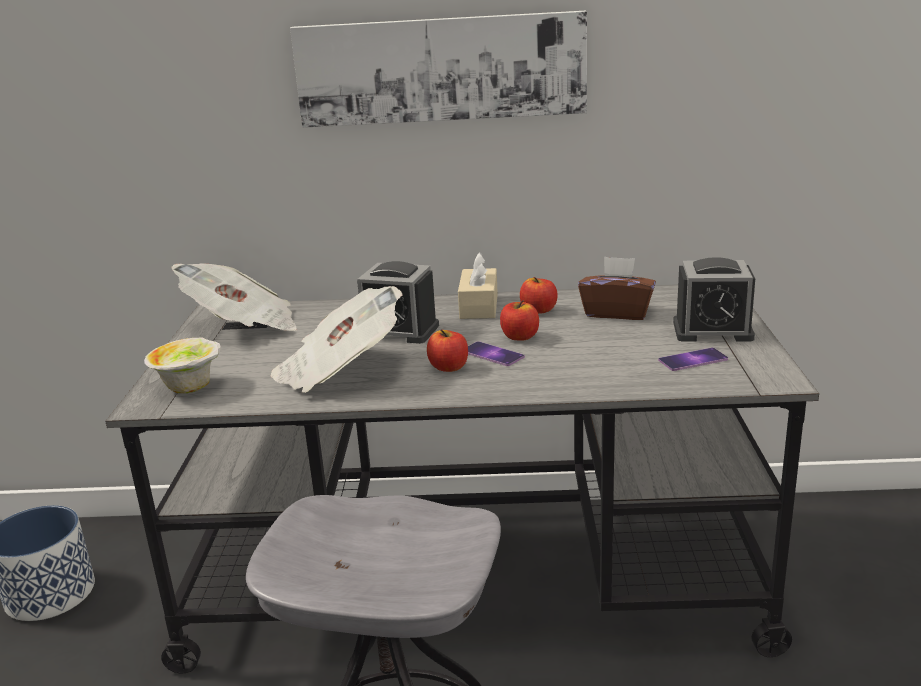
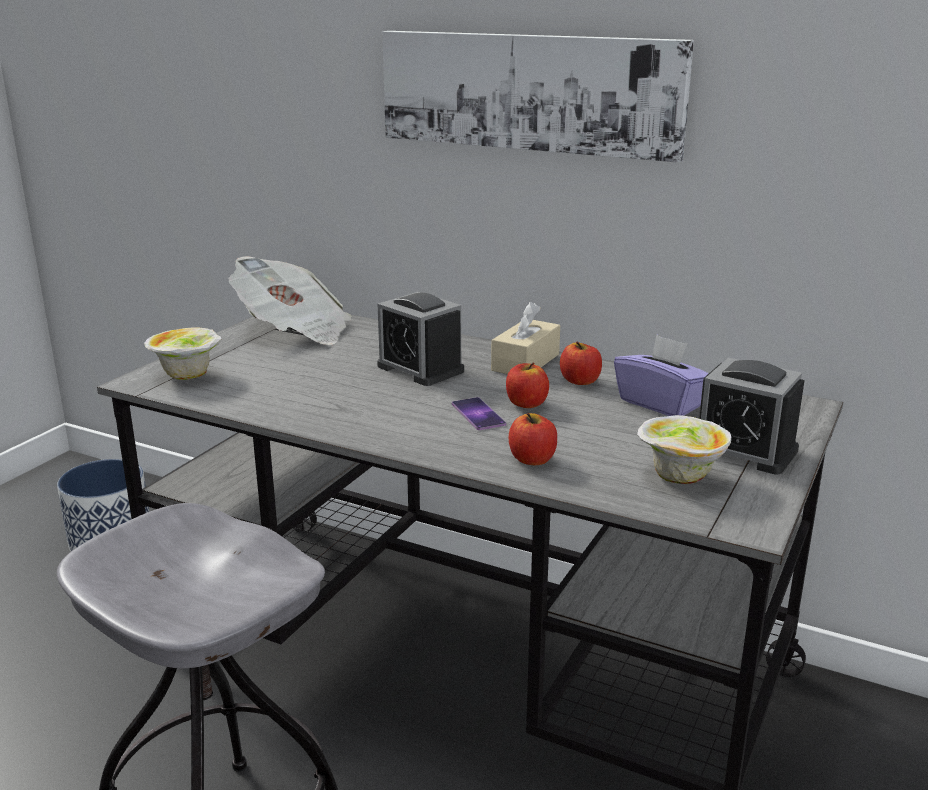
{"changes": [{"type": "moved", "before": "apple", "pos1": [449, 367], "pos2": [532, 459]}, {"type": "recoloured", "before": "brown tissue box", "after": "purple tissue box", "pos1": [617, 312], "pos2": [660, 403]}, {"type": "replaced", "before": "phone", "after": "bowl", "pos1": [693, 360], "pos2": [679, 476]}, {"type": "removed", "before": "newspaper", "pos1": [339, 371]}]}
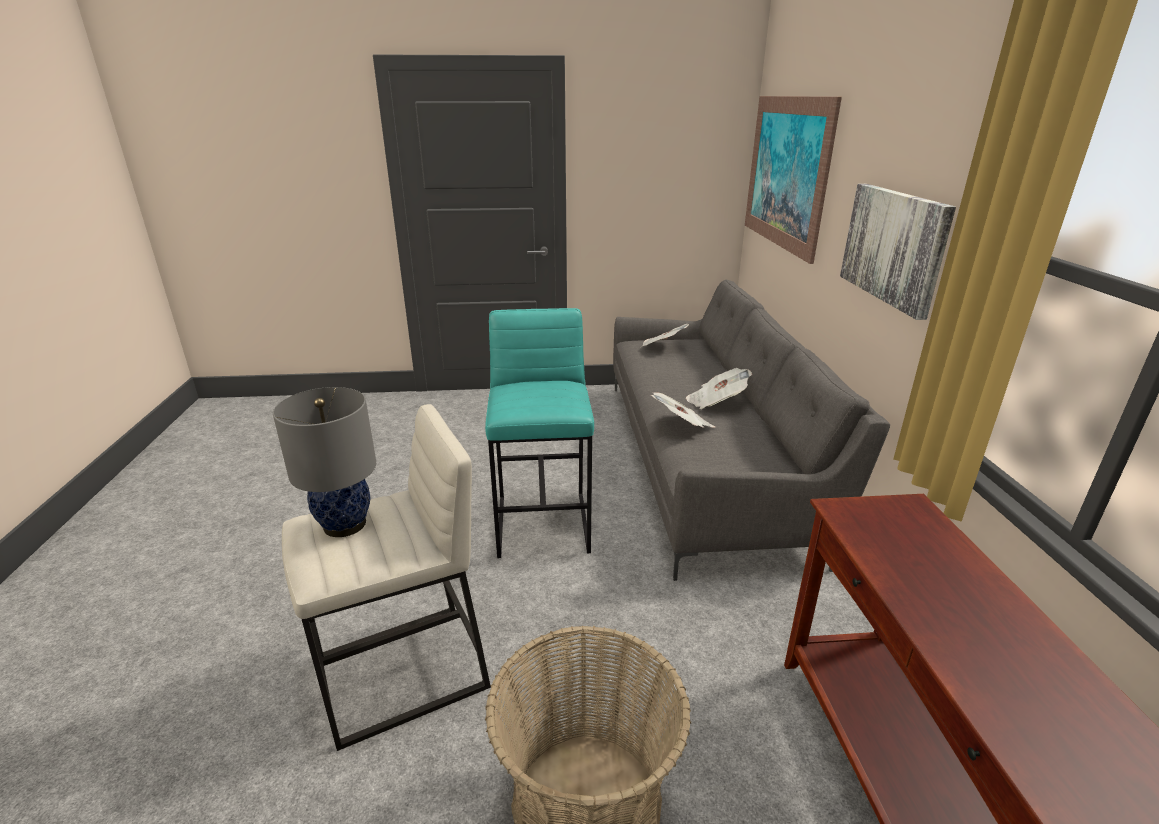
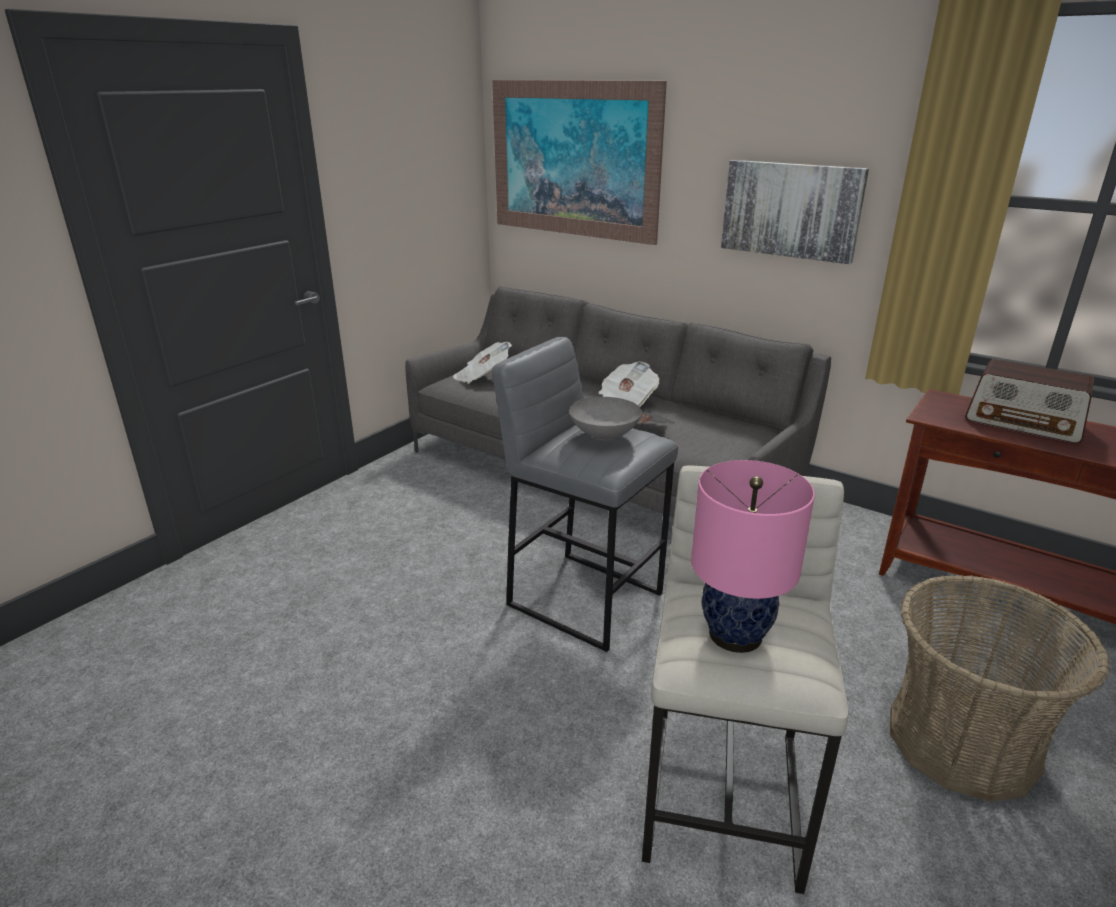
{"changes": [{"type": "recoloured", "before": "turquoise stool", "after": "grey stool", "pos1": [542, 522], "pos2": [583, 598]}, {"type": "added", "after": "grey bowl", "pos2": [605, 436]}, {"type": "recoloured", "before": "grey table lamp", "after": "pink table lamp", "pos1": [345, 524], "pos2": [735, 634]}, {"type": "added", "after": "radio", "pos2": [1024, 423]}]}
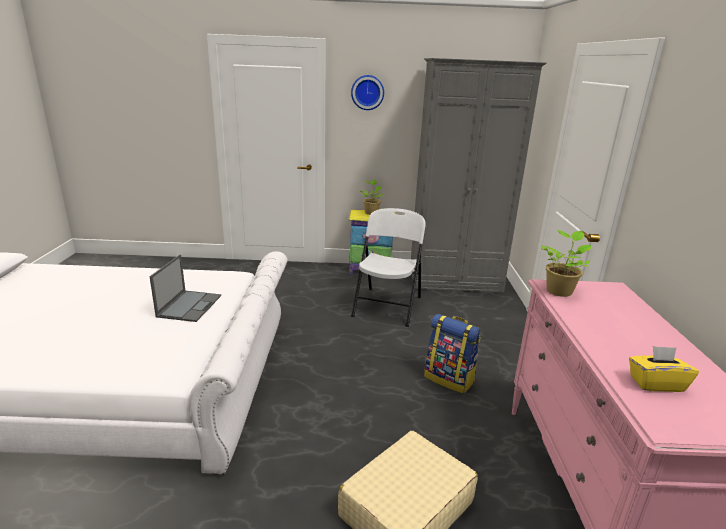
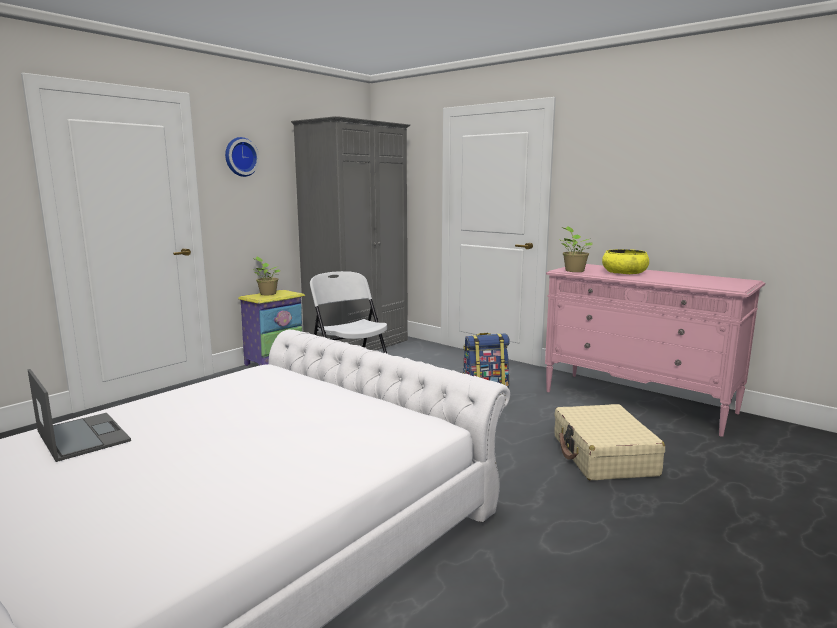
{"changes": [{"type": "moved", "before": "laptop", "pos1": [189, 305], "pos2": [82, 436]}, {"type": "added", "after": "yellow bowl", "pos2": [624, 272]}, {"type": "removed", "before": "yellow tissue box", "pos1": [656, 383]}]}
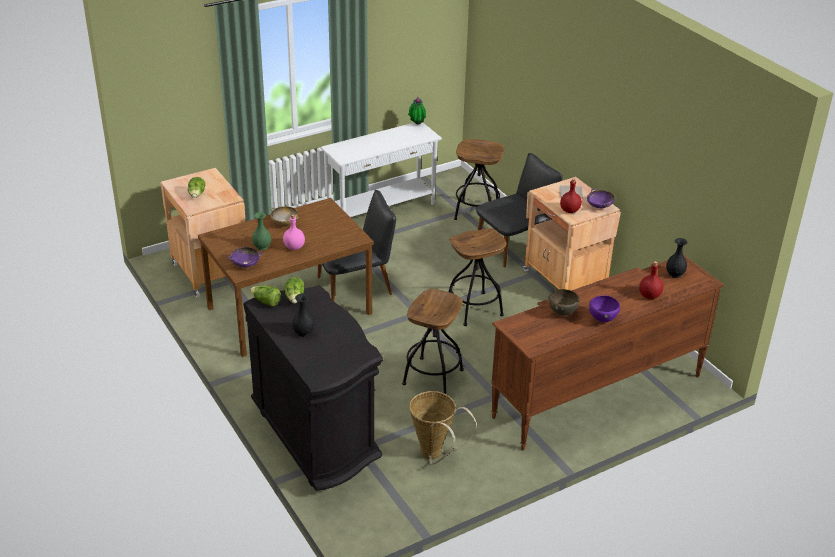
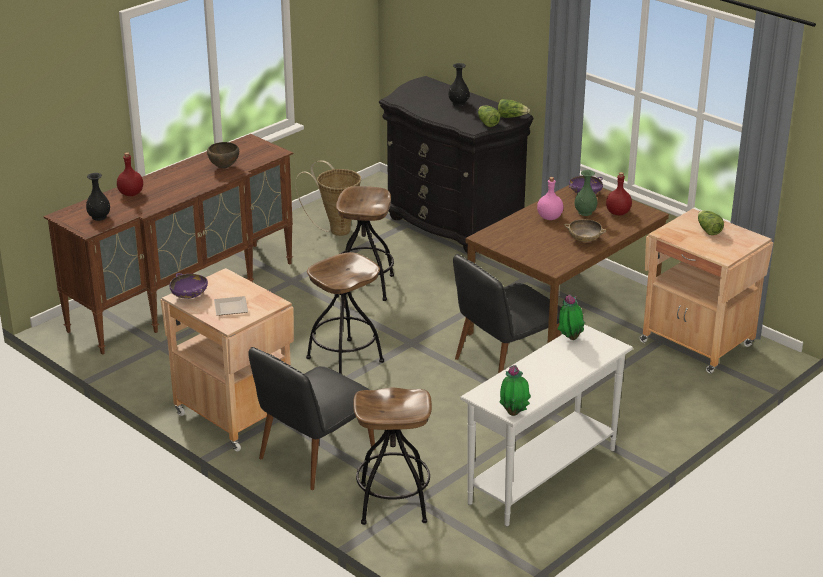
{"changes": [{"type": "added", "after": "potted plant", "pos2": [570, 338]}, {"type": "moved", "before": "red bottle", "pos1": [570, 210], "pos2": [617, 213]}, {"type": "removed", "before": "purple bowl", "pos1": [602, 320]}]}
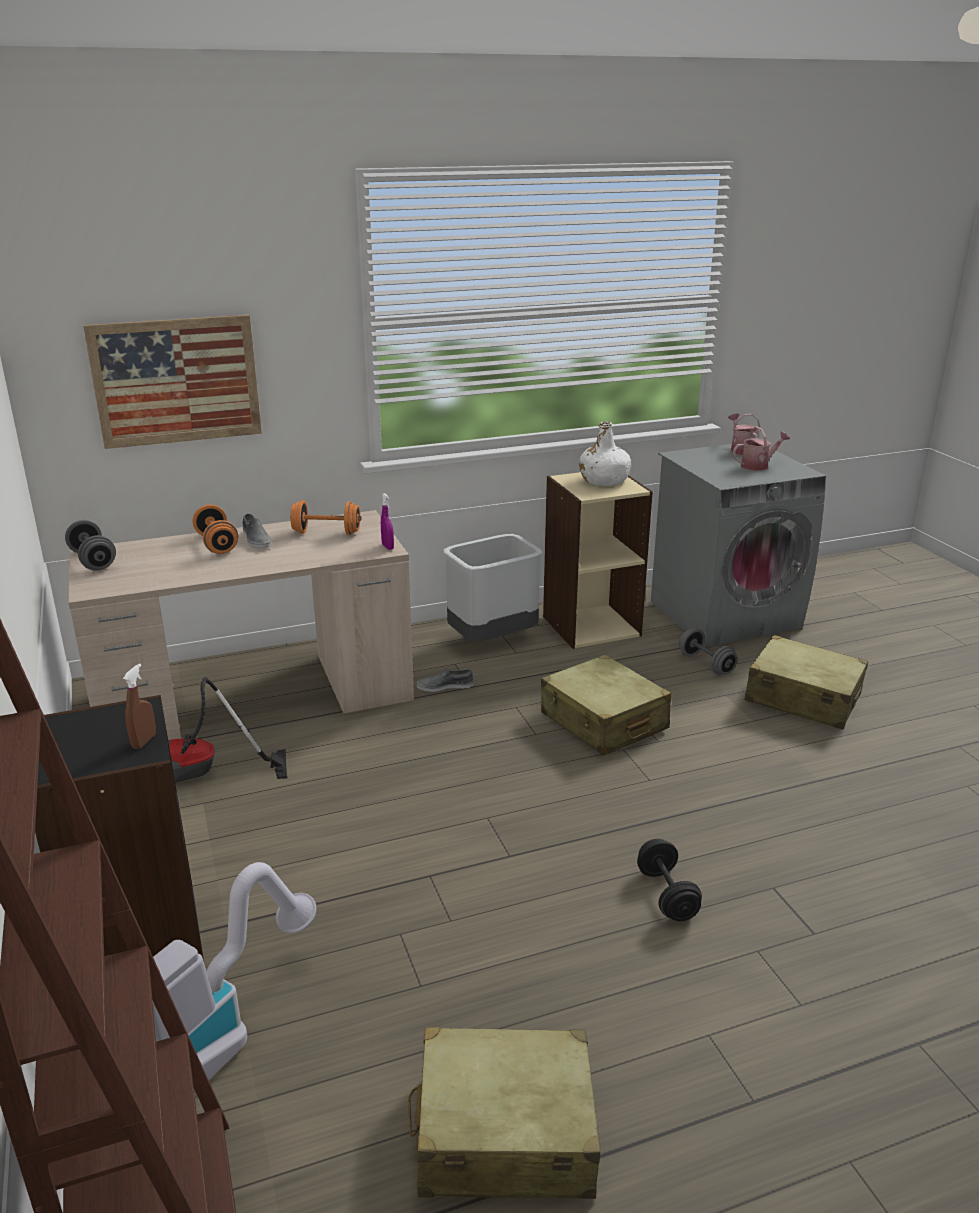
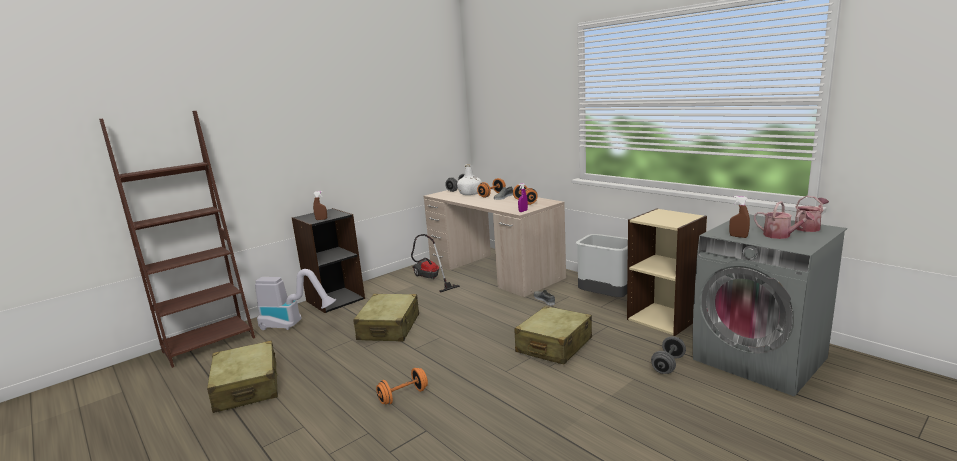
{"changes": [{"type": "moved", "before": "beige suitcase", "pos1": [802, 698], "pos2": [389, 327]}, {"type": "recoloured", "before": "black dumbbell", "after": "orange dumbbell", "pos1": [667, 895], "pos2": [403, 396]}, {"type": "moved", "before": "white bottle", "pos1": [604, 481], "pos2": [470, 193]}, {"type": "added", "after": "brown spray bottle", "pos2": [738, 236]}, {"type": "removed", "before": "picture", "pos1": [176, 381]}]}
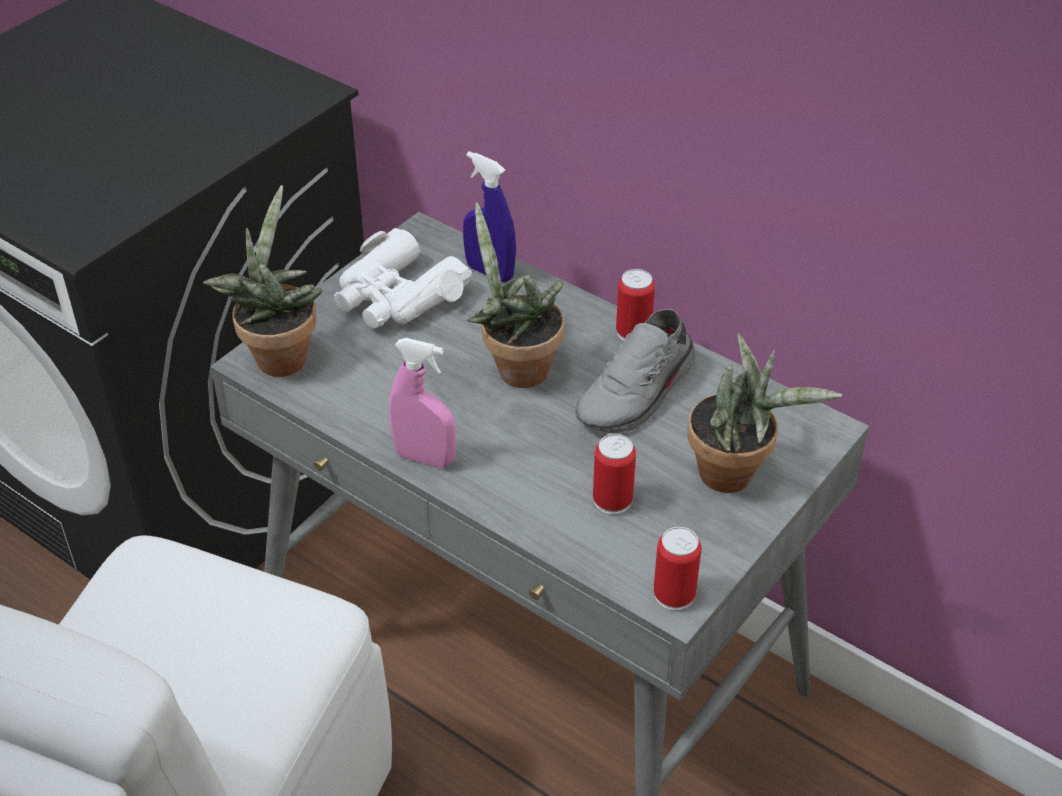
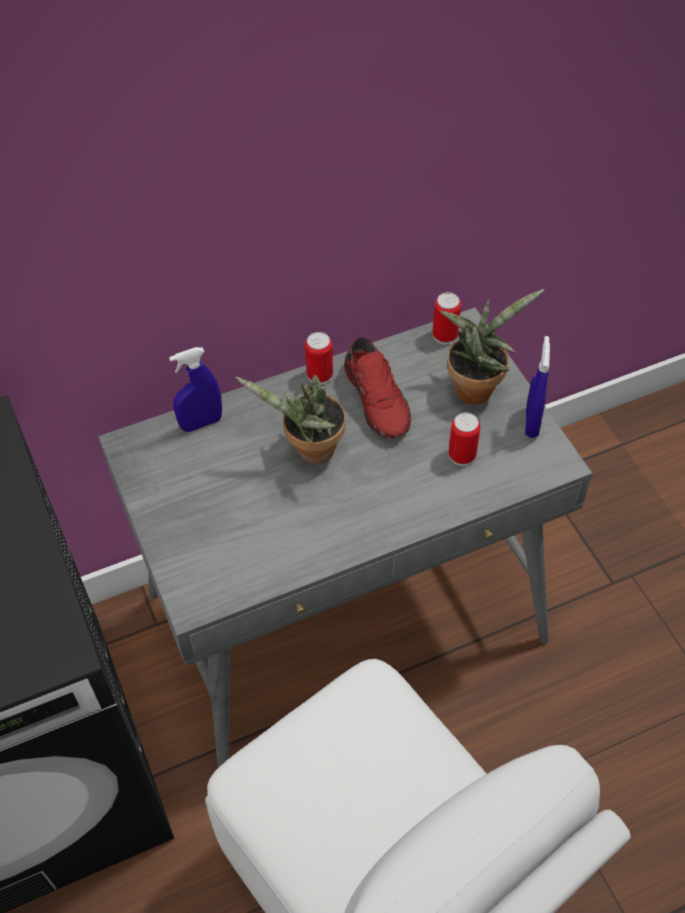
{"changes": [{"type": "recoloured", "before": "grey shoe", "after": "red shoe", "pos1": [639, 394], "pos2": [378, 399]}, {"type": "moved", "before": "can", "pos1": [674, 595], "pos2": [445, 335]}, {"type": "added", "after": "blue spray bottle", "pos2": [531, 423]}, {"type": "removed", "before": "potted plant", "pos1": [279, 355]}, {"type": "removed", "before": "white binoculars", "pos1": [397, 296]}, {"type": "removed", "before": "pink spray bottle", "pos1": [425, 458]}]}
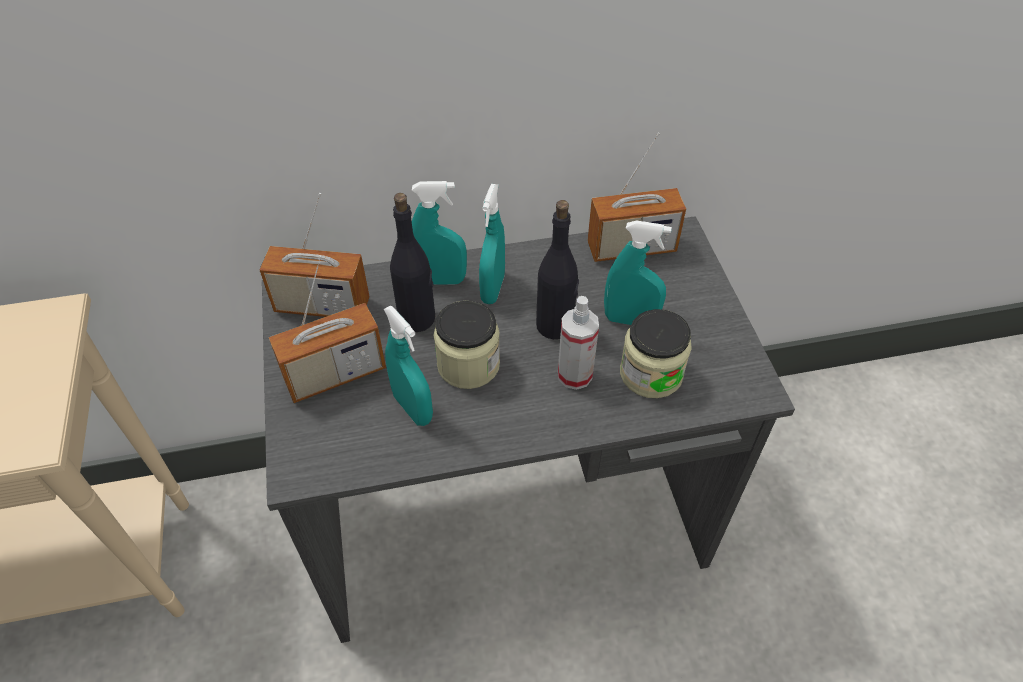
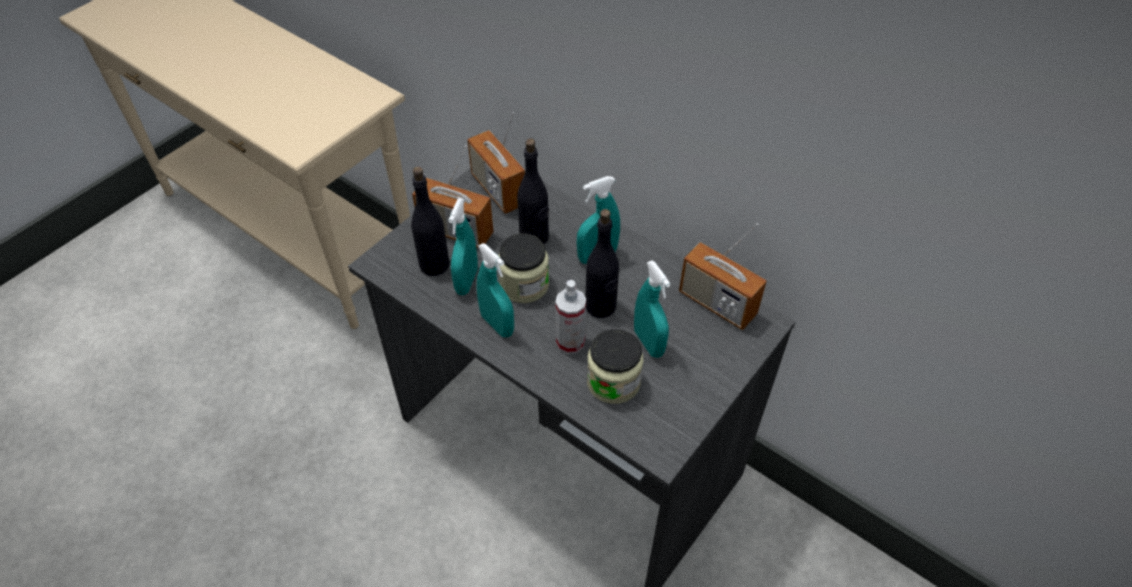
{"changes": [{"type": "added", "after": "black bottle", "pos2": [434, 264]}, {"type": "moved", "before": "turquoise spray bottle", "pos1": [440, 280], "pos2": [497, 324]}]}
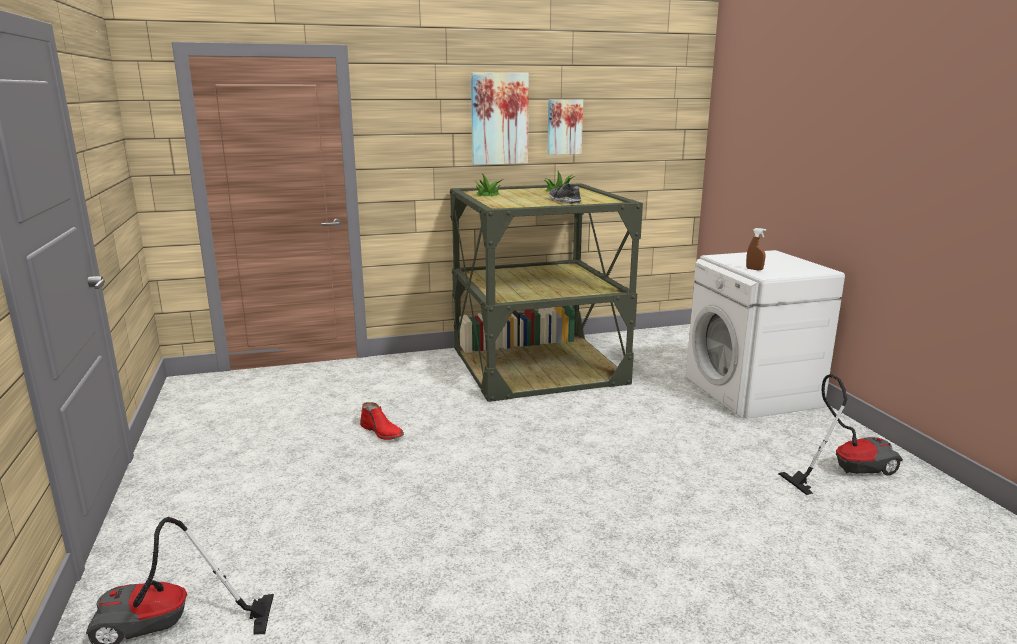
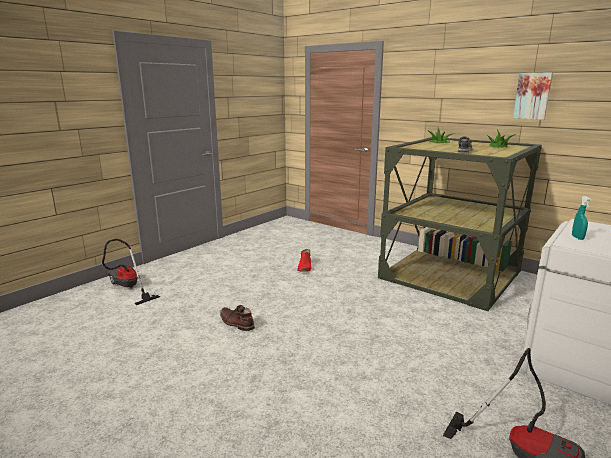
{"changes": [{"type": "added", "after": "brown boot", "pos2": [236, 323]}, {"type": "recoloured", "before": "brown spray bottle", "after": "turquoise spray bottle", "pos1": [754, 269], "pos2": [577, 238]}, {"type": "removed", "before": "picture", "pos1": [499, 119]}]}
